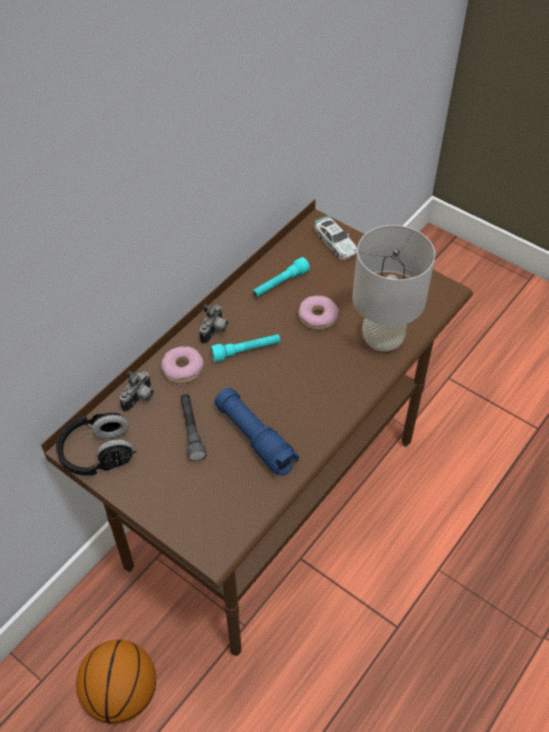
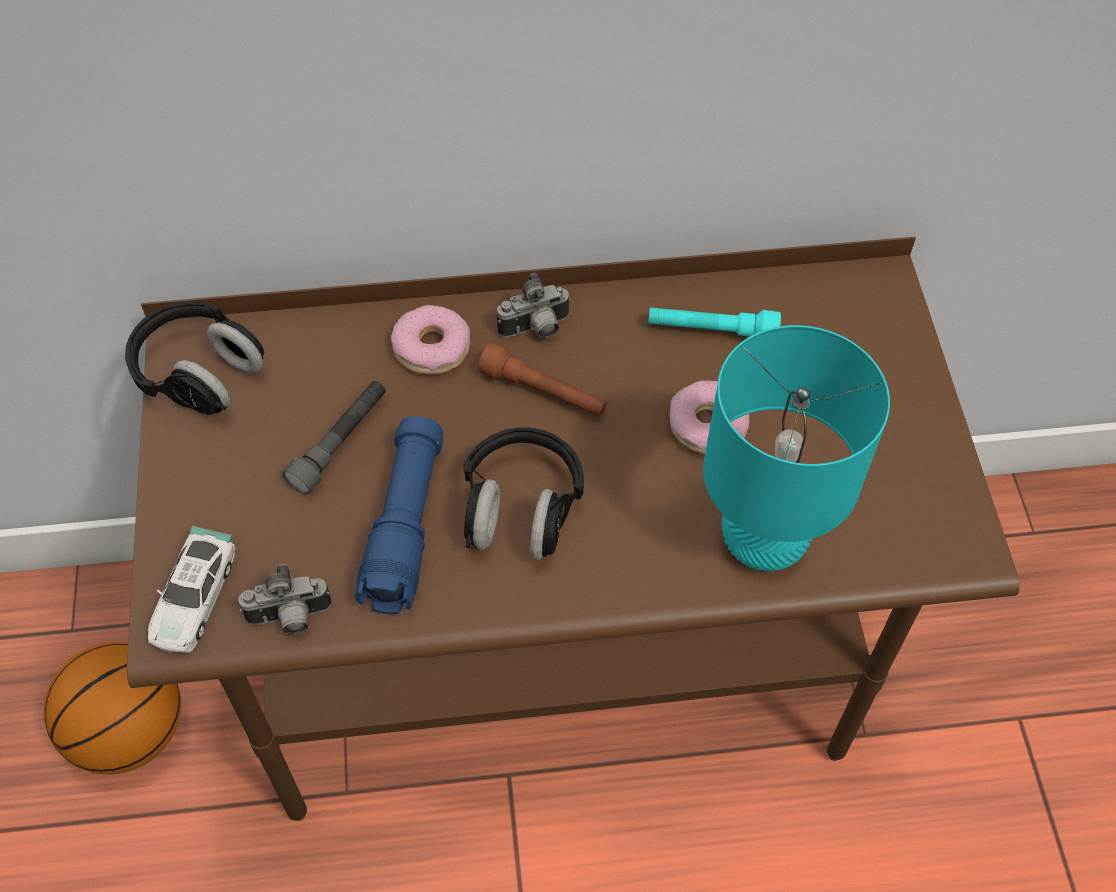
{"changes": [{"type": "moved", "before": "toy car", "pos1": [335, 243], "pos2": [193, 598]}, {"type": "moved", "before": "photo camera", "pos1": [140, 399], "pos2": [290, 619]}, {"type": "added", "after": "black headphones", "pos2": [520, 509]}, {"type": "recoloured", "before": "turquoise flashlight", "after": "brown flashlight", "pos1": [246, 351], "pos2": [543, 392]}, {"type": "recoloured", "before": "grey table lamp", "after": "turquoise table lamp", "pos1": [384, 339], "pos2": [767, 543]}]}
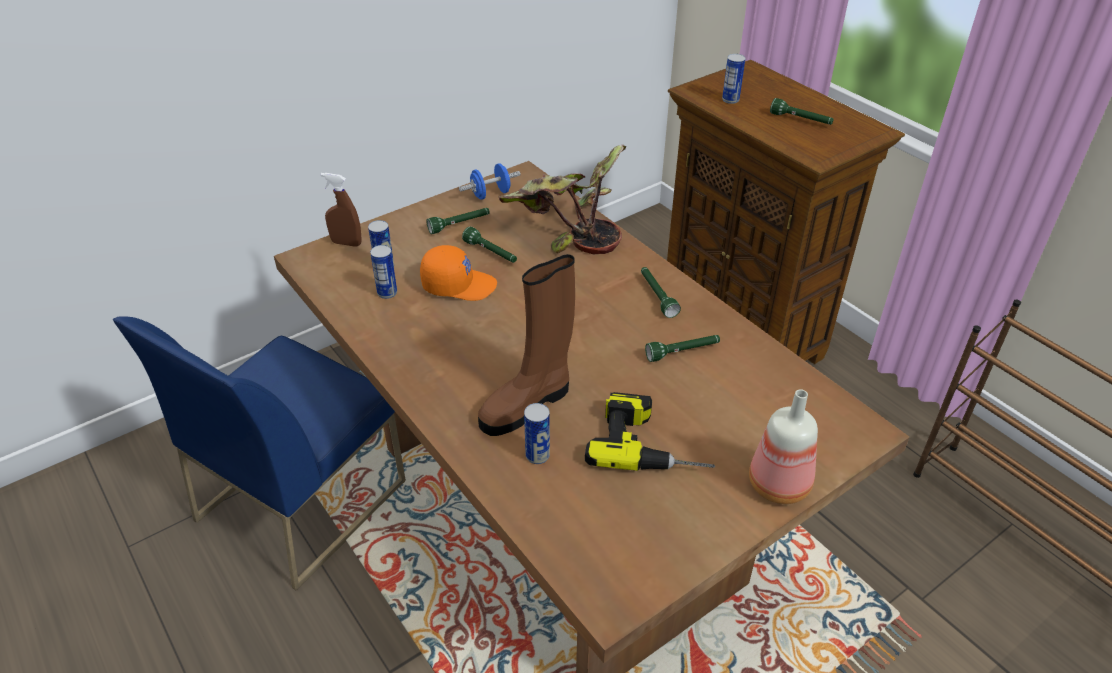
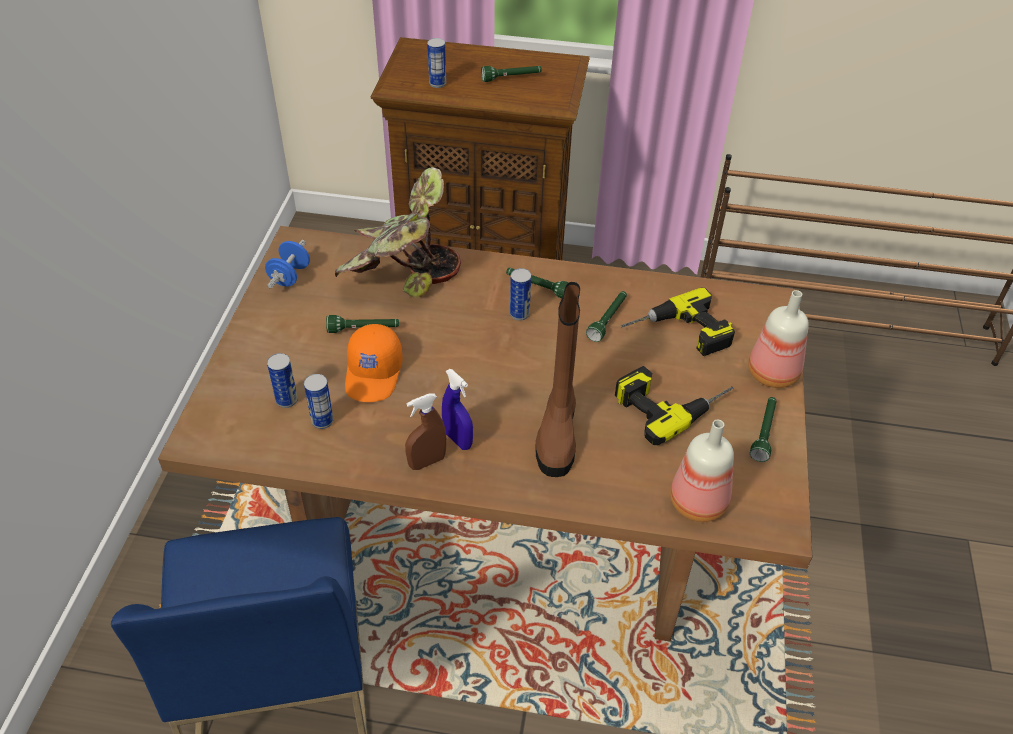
{"changes": [{"type": "turned", "before": "orange cap", "pos1": [459, 284], "pos2": [374, 374], "turn": 135}, {"type": "moved", "before": "brown spray bottle", "pos1": [346, 243], "pos2": [427, 462]}, {"type": "added", "after": "blue spray bottle", "pos2": [457, 439]}, {"type": "moved", "before": "can", "pos1": [537, 455], "pos2": [519, 314]}, {"type": "added", "after": "power drill", "pos2": [678, 334]}, {"type": "added", "after": "bottle", "pos2": [699, 502]}, {"type": "moved", "before": "green flashlight", "pos1": [459, 225], "pos2": [764, 433]}]}
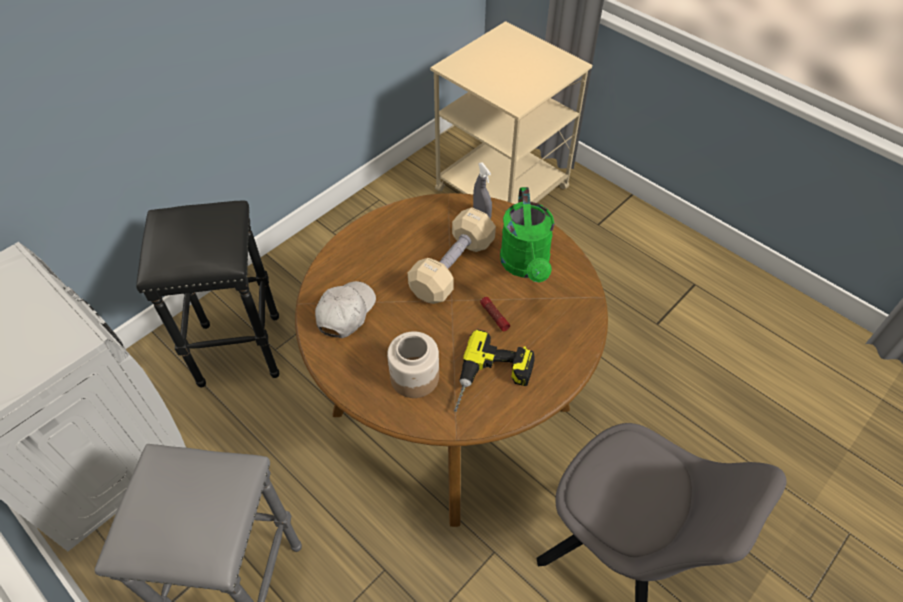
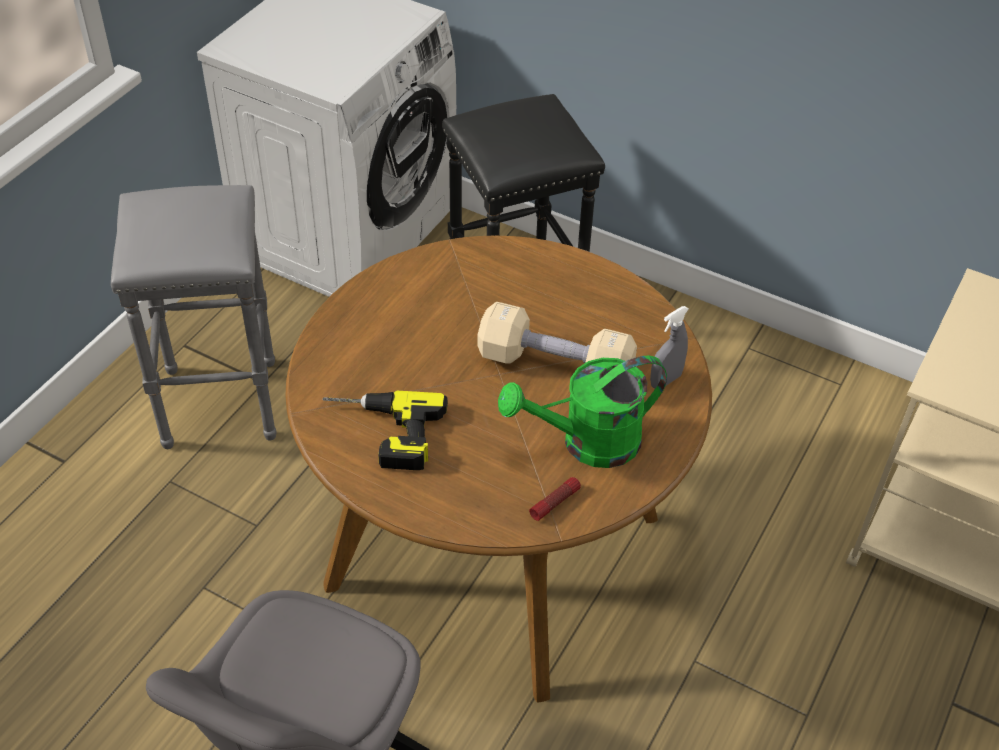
{"changes": [{"type": "moved", "before": "flashlight", "pos1": [494, 316], "pos2": [555, 503]}, {"type": "removed", "before": "white cap", "pos1": [345, 312]}, {"type": "removed", "before": "jar", "pos1": [414, 378]}]}
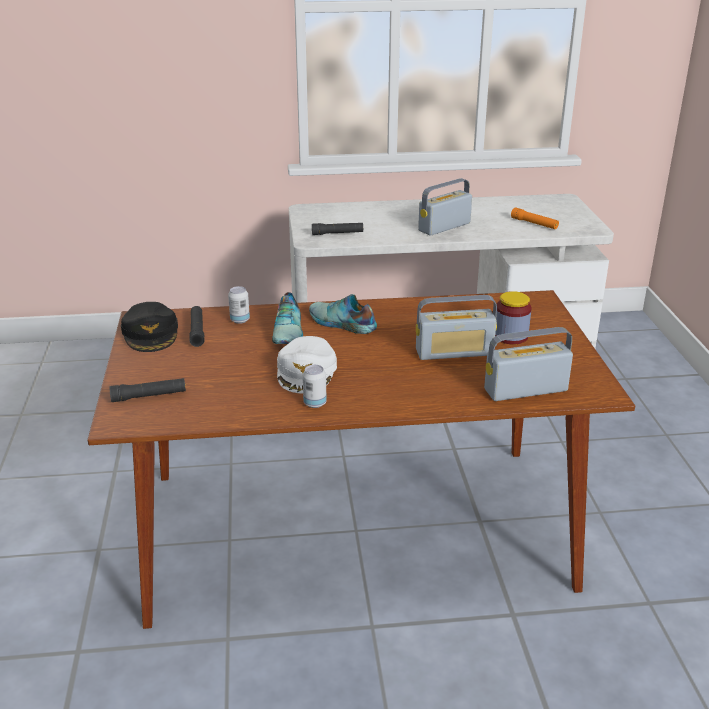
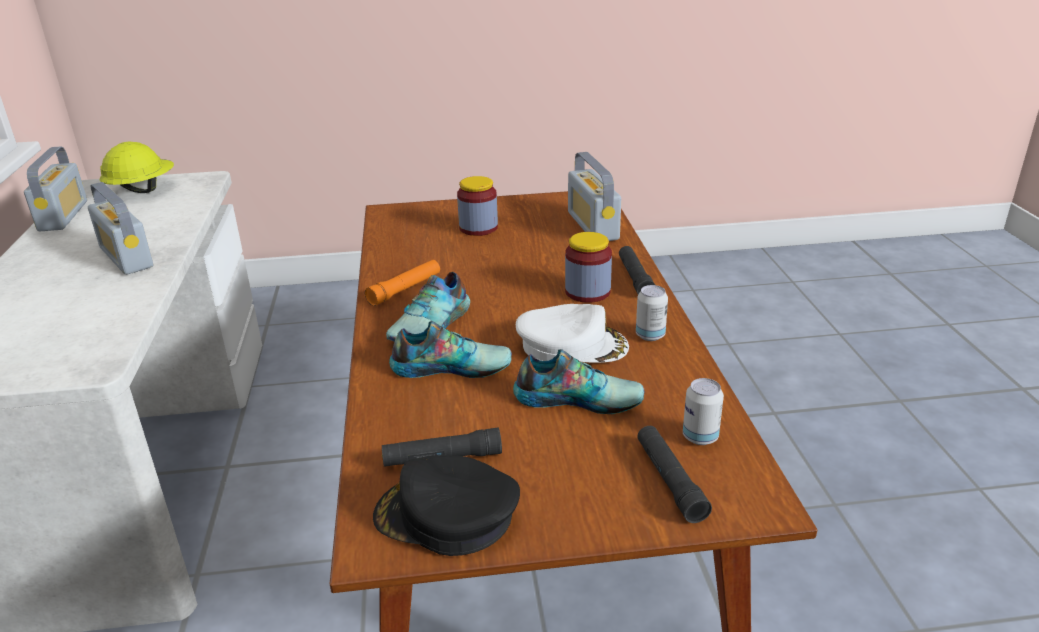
{"changes": [{"type": "moved", "before": "radio", "pos1": [454, 352], "pos2": [63, 216]}, {"type": "added", "after": "yellow hard hat", "pos2": [142, 190]}, {"type": "moved", "before": "orange flashlight", "pos1": [534, 224], "pos2": [405, 289]}, {"type": "turned", "before": "black cap", "pos1": [151, 333], "pos2": [446, 516], "turn": -150}, {"type": "added", "after": "shoe", "pos2": [578, 398]}, {"type": "added", "after": "jar", "pos2": [587, 292]}, {"type": "moved", "before": "black flashlight", "pos1": [337, 233], "pos2": [635, 278]}, {"type": "moved", "before": "can", "pos1": [240, 320], "pos2": [700, 437]}]}
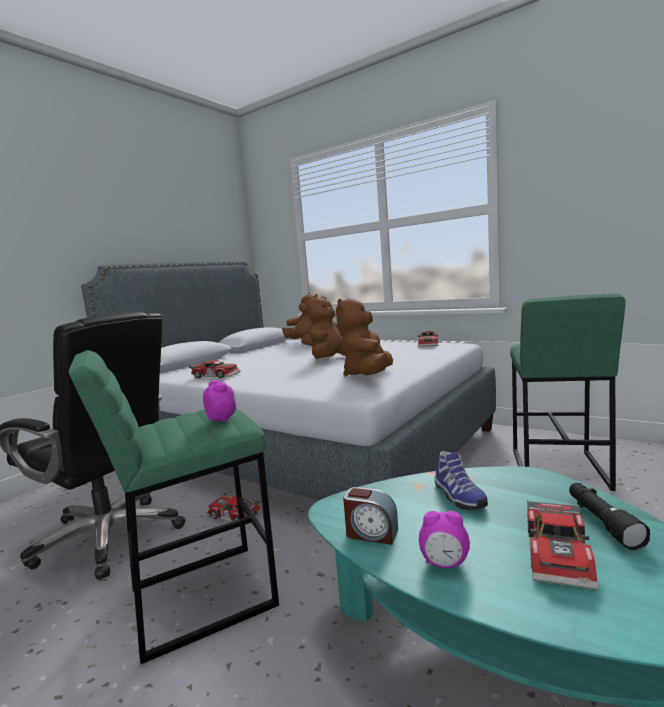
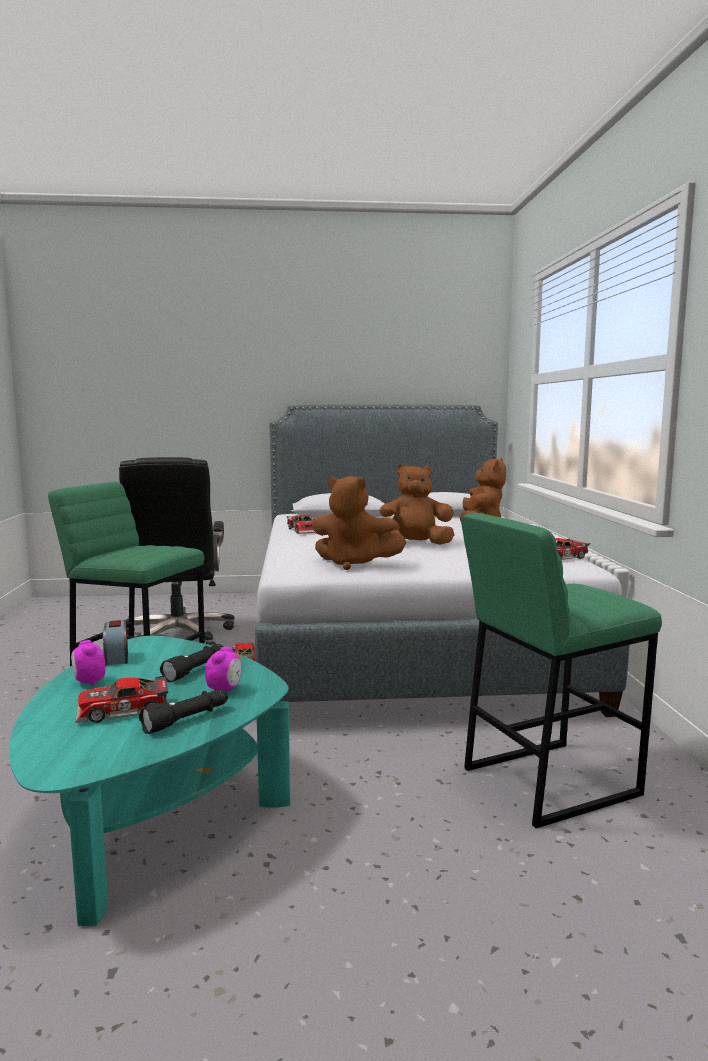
{"changes": [{"type": "replaced", "before": "shoe", "after": "black flashlight", "pos1": [457, 496], "pos2": [196, 670]}, {"type": "moved", "before": "alarm clock", "pos1": [222, 419], "pos2": [224, 690]}, {"type": "turned", "before": "brown plush toy", "pos1": [368, 375], "pos2": [354, 564], "turn": -135}]}
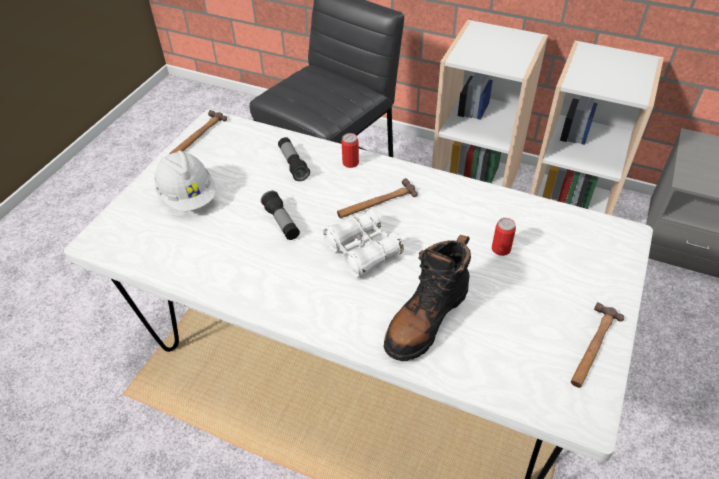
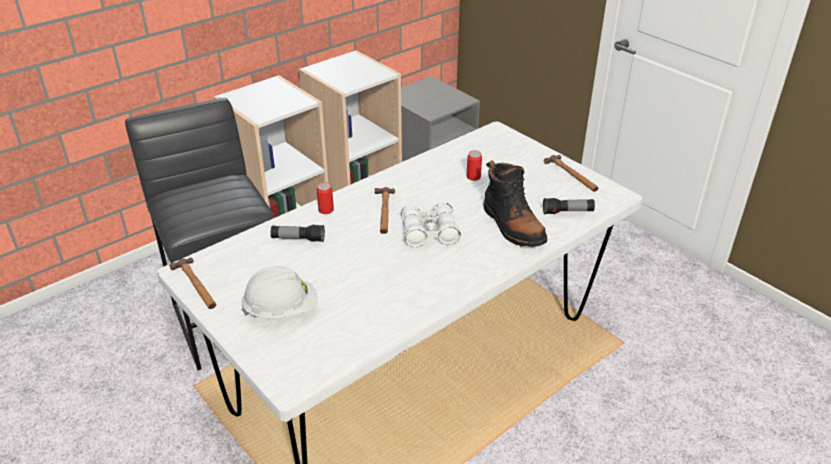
{"changes": [{"type": "moved", "before": "flashlight", "pos1": [281, 222], "pos2": [567, 212]}]}
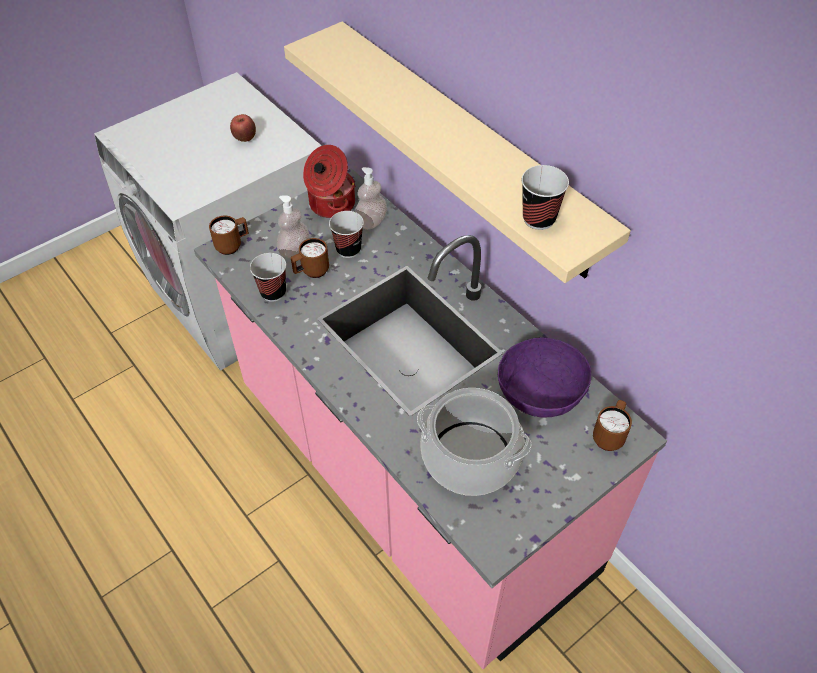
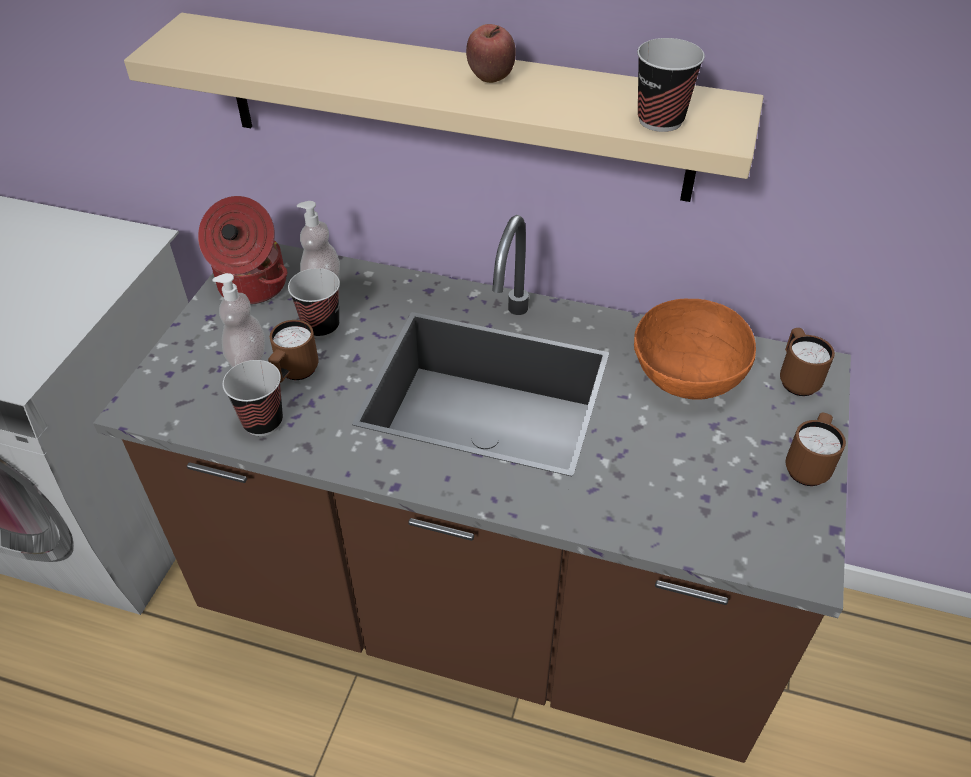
{"changes": [{"type": "recoloured", "before": "pink counter", "after": "brown counter", "pos1": [409, 481], "pos2": [485, 607]}, {"type": "moved", "before": "apple", "pos1": [245, 139], "pos2": [490, 79]}, {"type": "recoloured", "before": "purple bowl", "after": "orange bowl", "pos1": [540, 393], "pos2": [687, 373]}, {"type": "moved", "before": "brown mug", "pos1": [232, 245], "pos2": [808, 466]}, {"type": "removed", "before": "cooking pot", "pos1": [470, 458]}]}
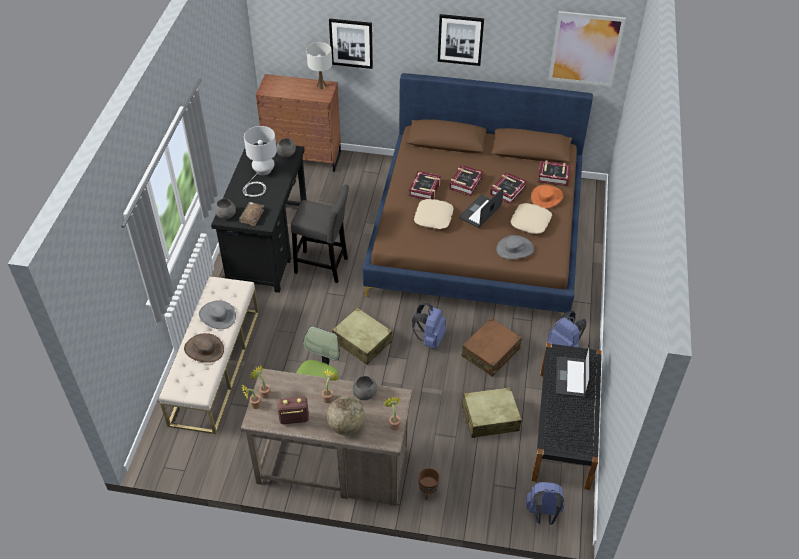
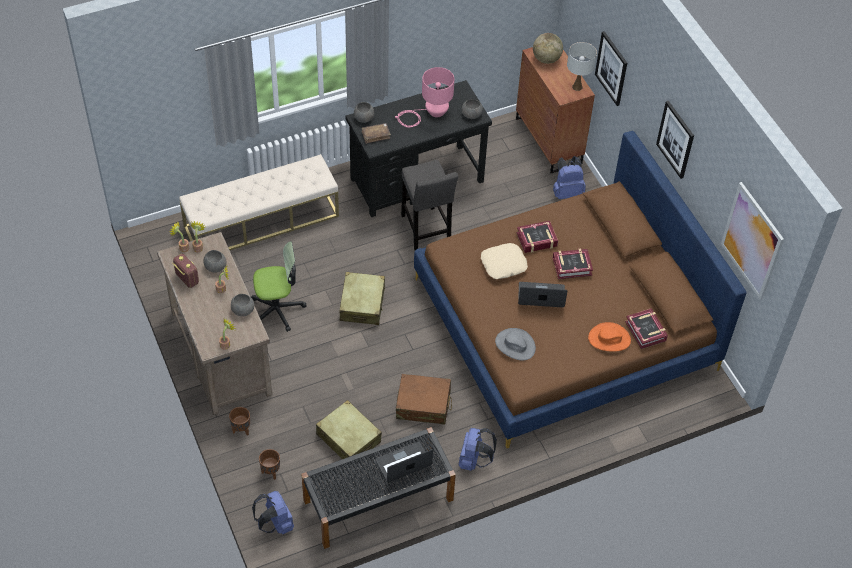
{"changes": [{"type": "added", "after": "grey bowl", "pos2": [215, 266]}, {"type": "added", "after": "brown planter", "pos2": [271, 472]}, {"type": "recoloured", "before": "grey table lamp", "after": "pink table lamp", "pos1": [260, 178], "pos2": [425, 114]}, {"type": "moved", "before": "globe", "pos1": [346, 426], "pos2": [546, 59]}, {"type": "moved", "before": "blue backpack", "pos1": [430, 339], "pos2": [567, 192]}, {"type": "removed", "before": "brown hat", "pos1": [204, 349]}, {"type": "removed", "before": "grey hat", "pos1": [217, 316]}, {"type": "removed", "before": "book", "pos1": [507, 191]}, {"type": "removed", "before": "beige pillow", "pos1": [530, 222]}]}
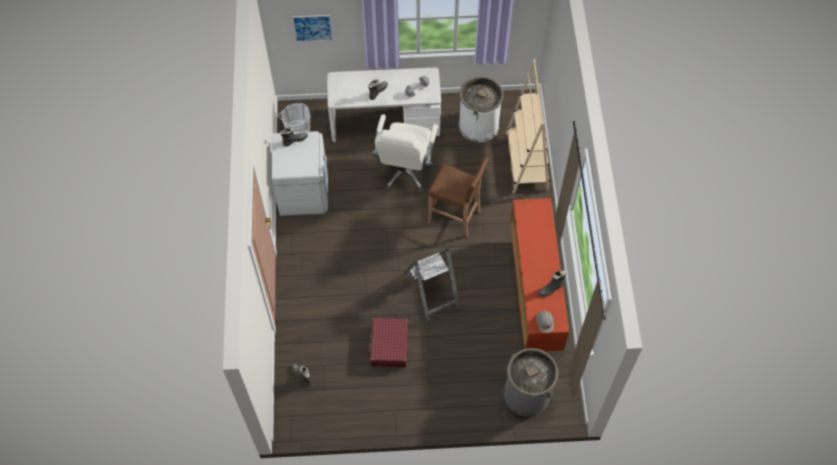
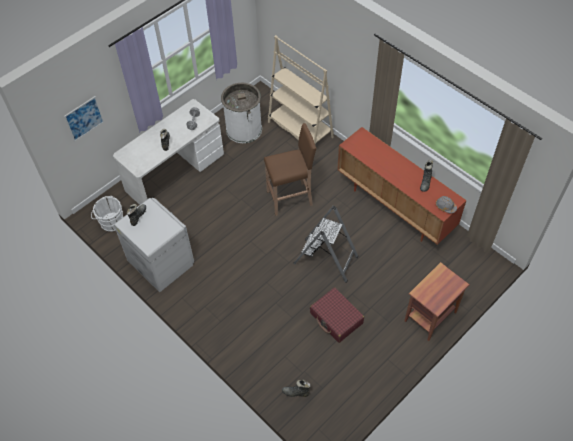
{"changes": [{"type": "added", "after": "nightstand", "pos2": [430, 317]}, {"type": "removed", "before": "white office chair", "pos1": [405, 173]}, {"type": "removed", "before": "grey trash can", "pos1": [527, 394]}]}
